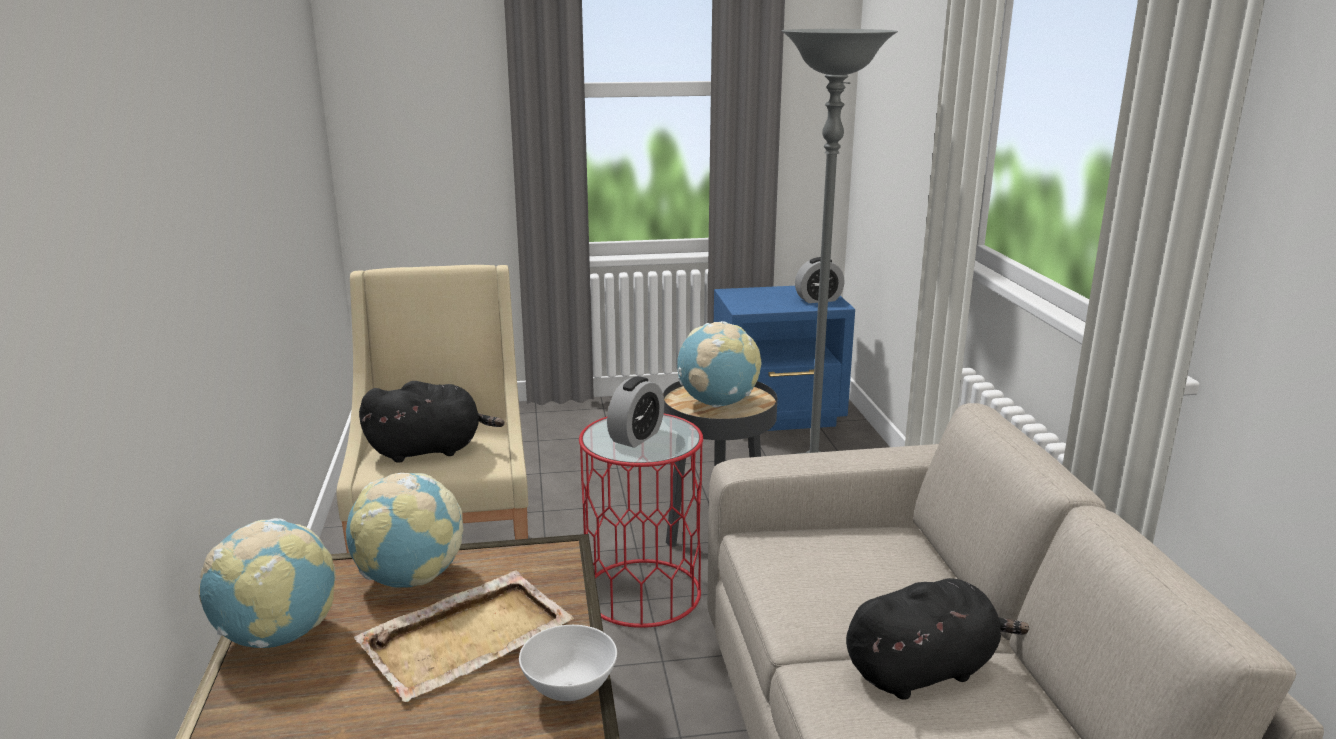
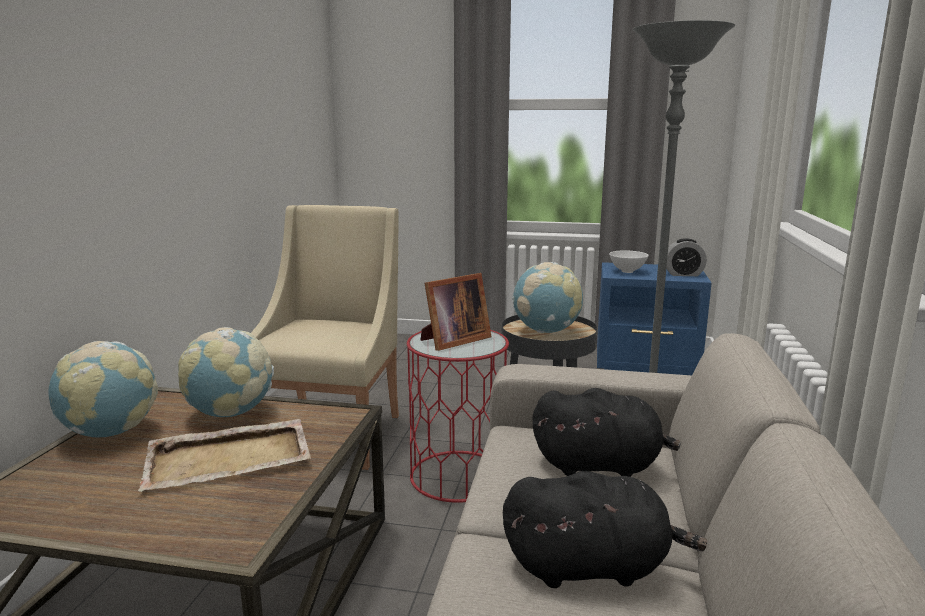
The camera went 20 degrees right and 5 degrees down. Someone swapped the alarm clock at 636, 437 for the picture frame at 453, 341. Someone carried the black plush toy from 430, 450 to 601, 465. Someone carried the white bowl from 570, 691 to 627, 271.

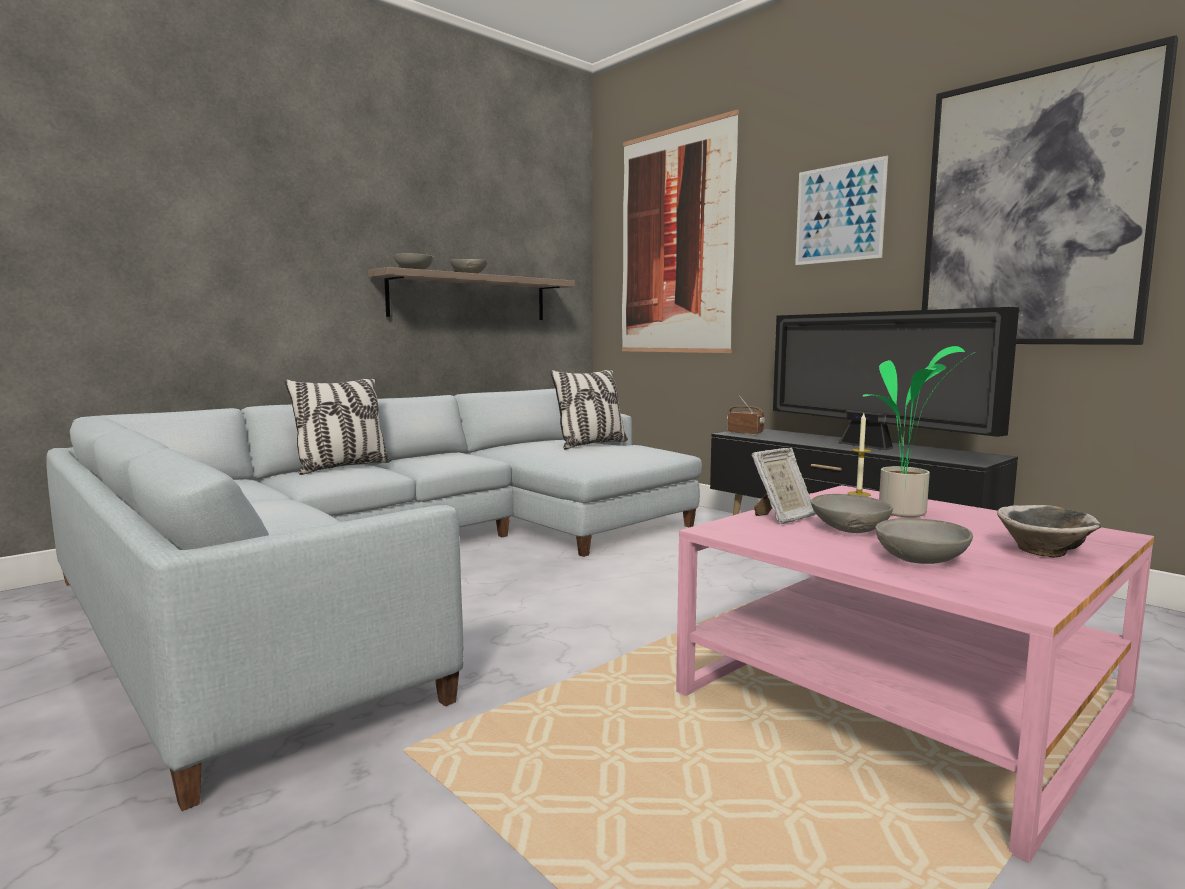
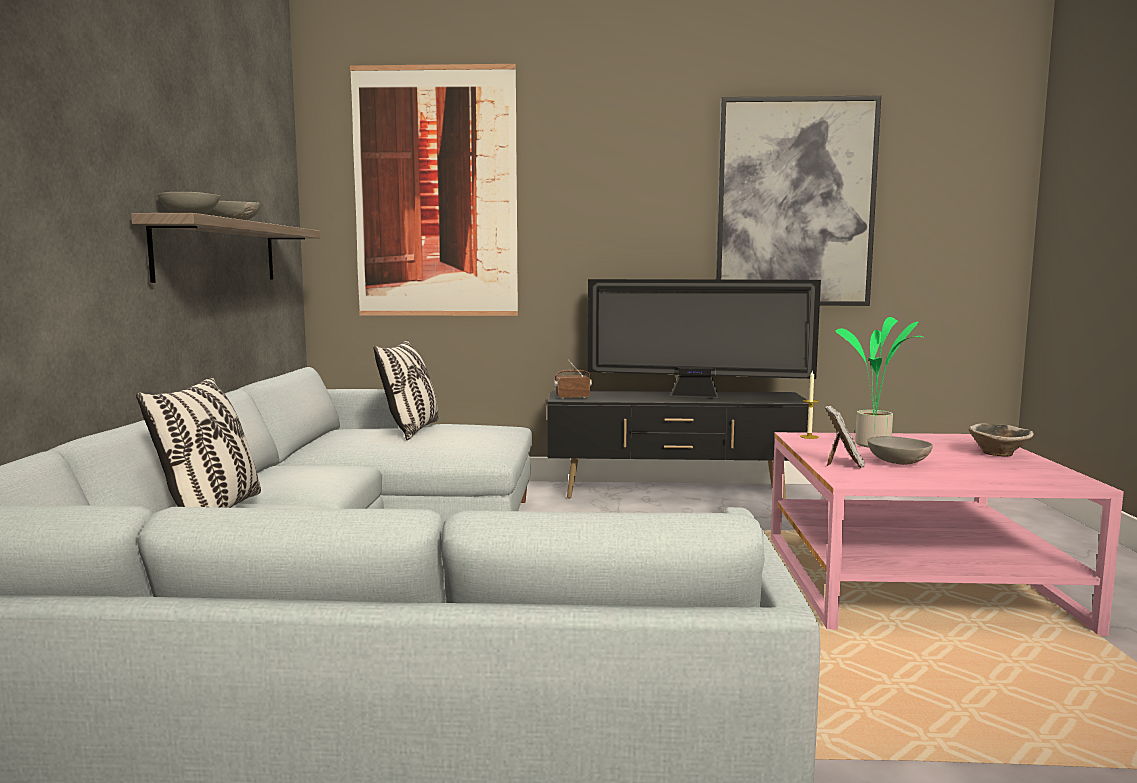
The camera went 45 degrees left and 0 degrees up. Someone took away the picture at 839, 213. Someone took away the grey bowl at 921, 561.

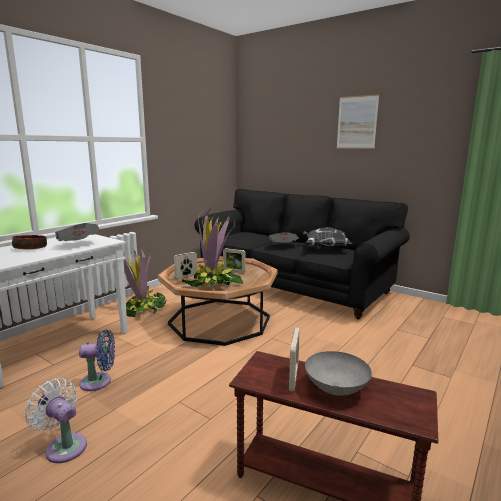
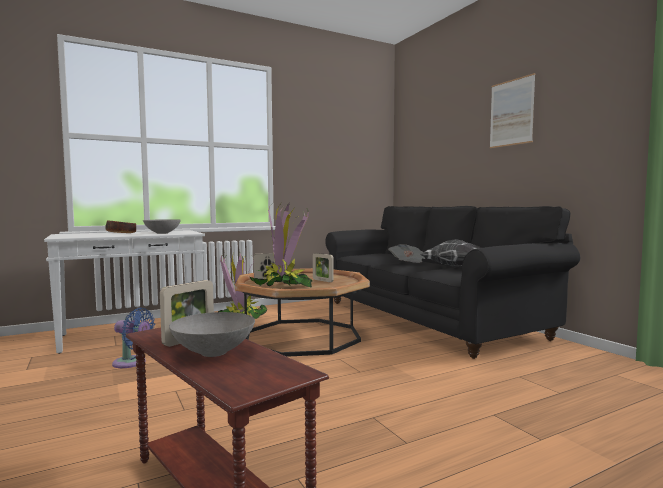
The camera went 25 degrees right and 10 degrees down. Someone swapped the newspaper at 79, 244 for the grey bowl at 162, 233. Someone took away the white fan at 64, 446.

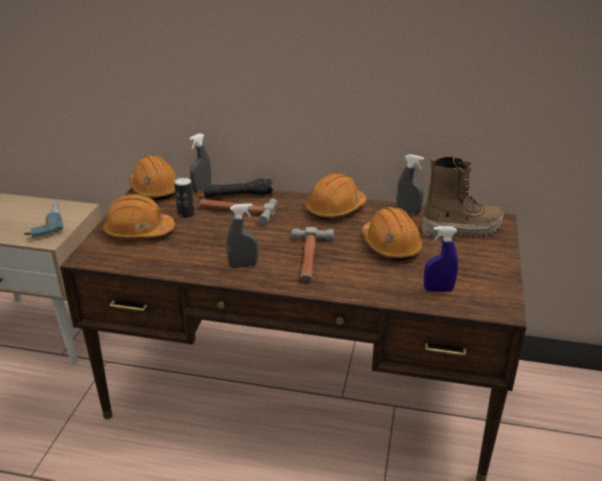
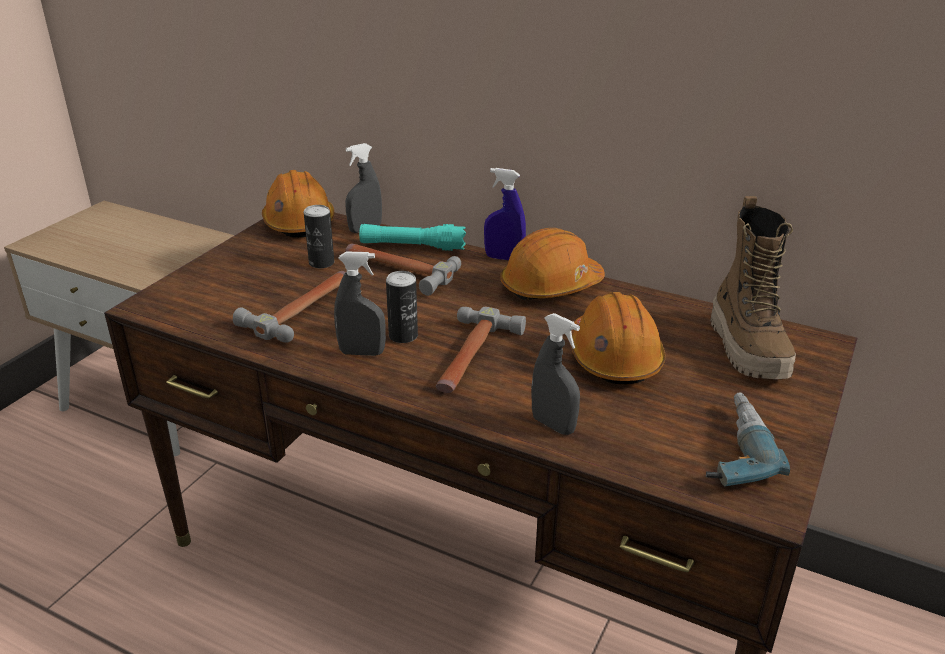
The camera went 15 degrees right and 0 degrees up. Someone carried the grey spray bottle from 408, 211 to 553, 425. Someone rotated the boot at 461, 229 by 75 degrees clockwise. Someone repainted the black flashlight at 238, 195, which became the turquoise flashlight at 412, 246. Someone took away the orange hard hat at 139, 231. Someone carried the power drill from 45, 225 to 728, 448. Someone carried the blue spray bottle from 438, 290 to 503, 258. Someone put down the hammer at 304, 309. Someone put down the can at 403, 336.

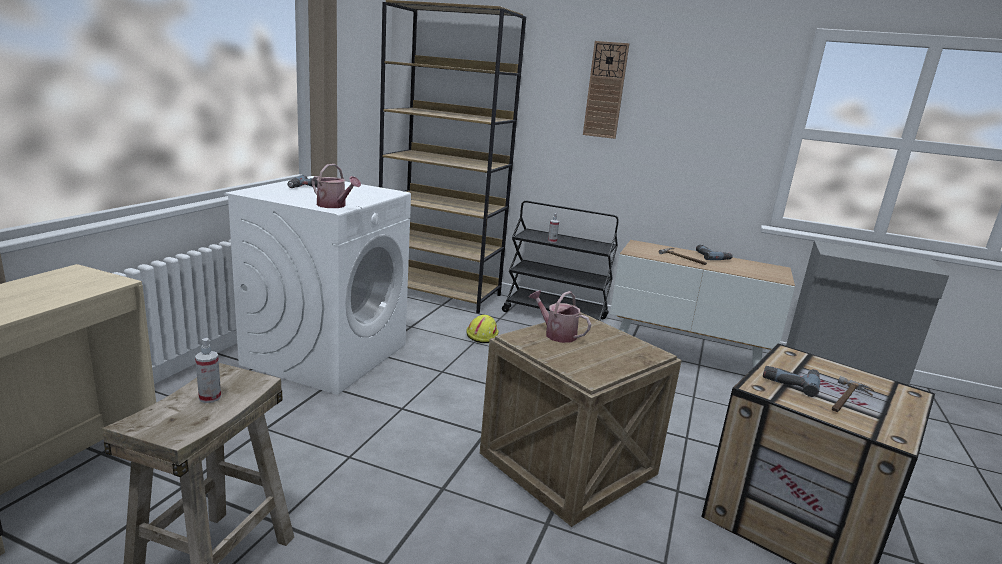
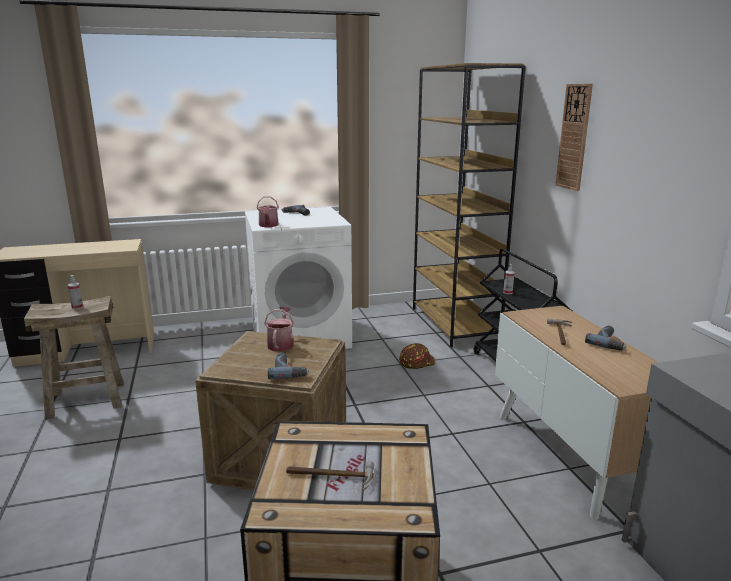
The camera went 55 degrees right and 0 degrees up. Someone repainted the yellow hard hat at 481, 335, which became the brown hard hat at 416, 362. Someone carried the power drill from 790, 381 to 289, 370.

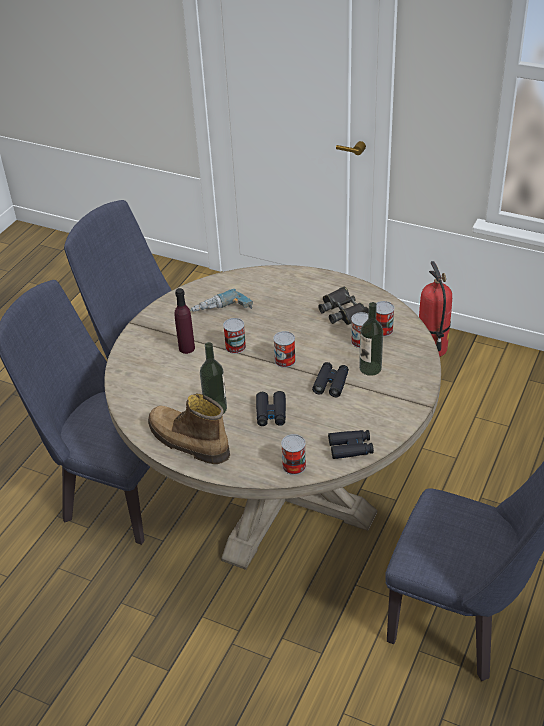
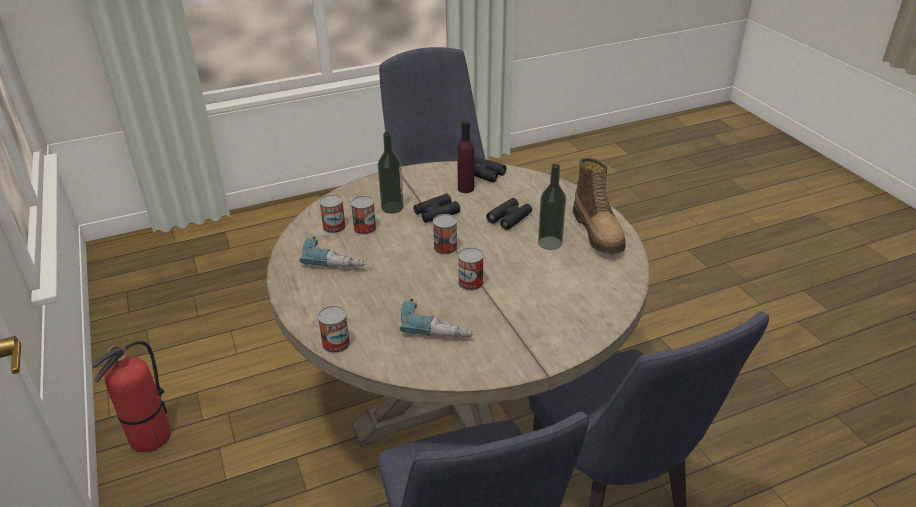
The camera went 140 degrees left and 5 degrees down. Someone swapped the black binoculars at 343, 311 for the power drill at 335, 258. Someone carried the purple bottle from 186, 348 to 466, 188. Someone carried the can from 294, 465 to 336, 343.

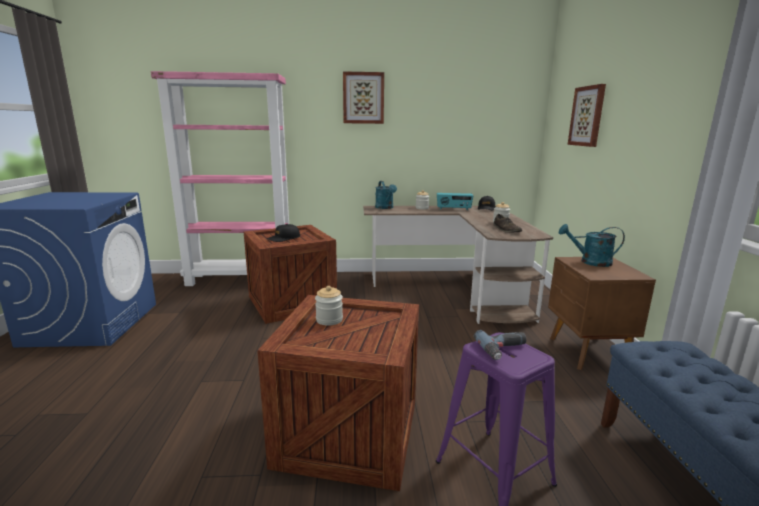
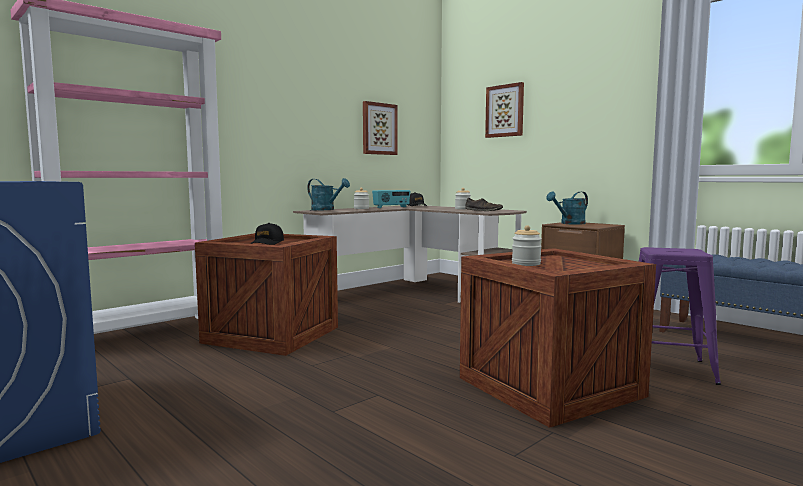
The camera went 40 degrees left and 10 degrees down. Someone carried the picture from 363, 98 to 379, 129. Someone took away the power drill at 504, 350.

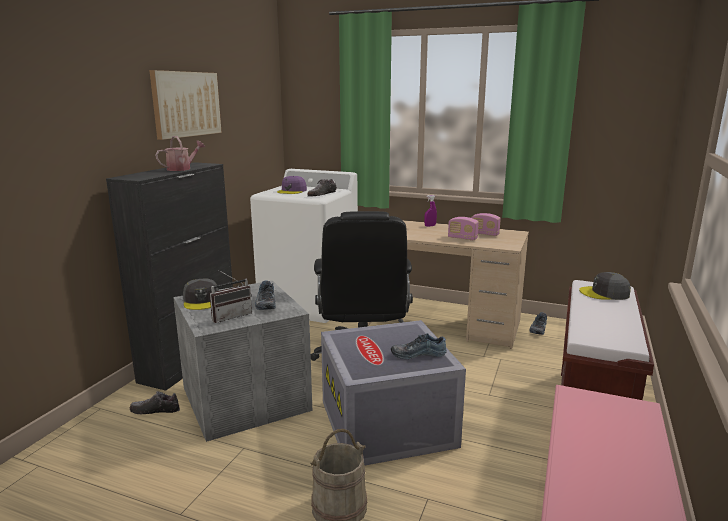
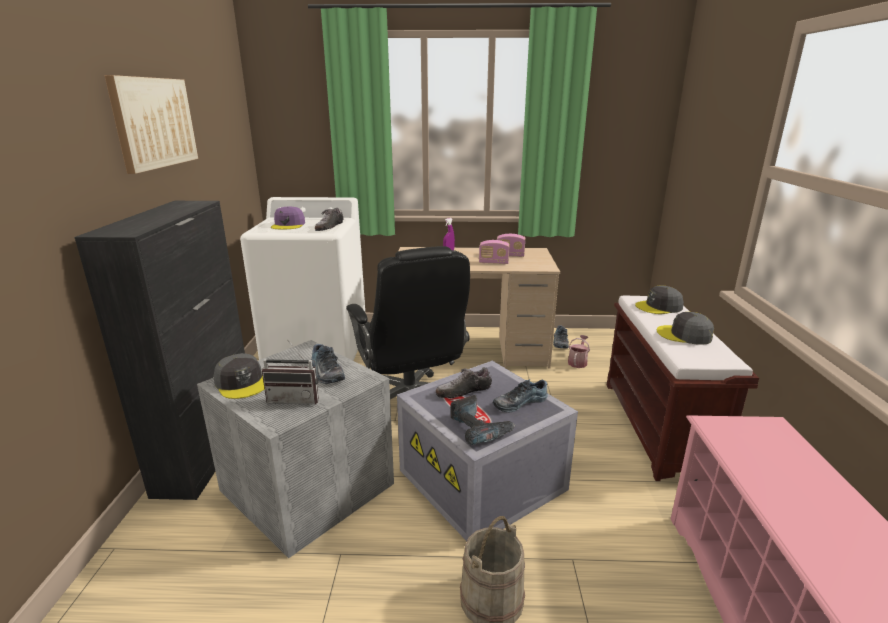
The camera went 20 degrees left and 5 degrees up. Someone carried the watering can from 182, 169 to 578, 362. Someone rotated the radio at 230, 316 by 60 degrees clockwise. Someone carried the shoe from 155, 410 to 463, 391. Someone put down the grey cap at 684, 335. Someone put down the power drill at 479, 428.

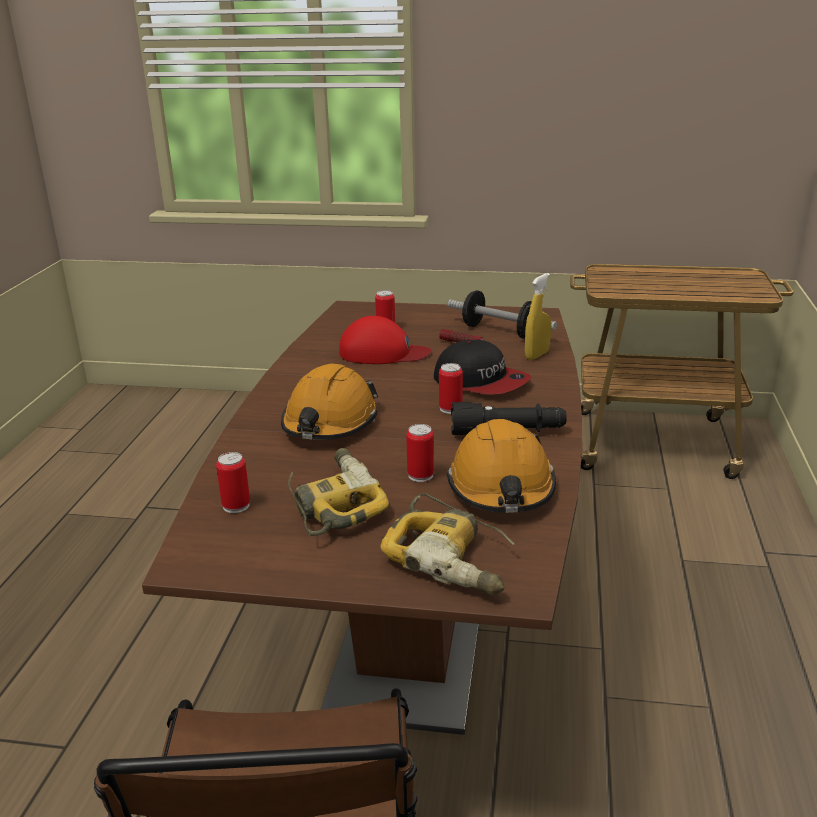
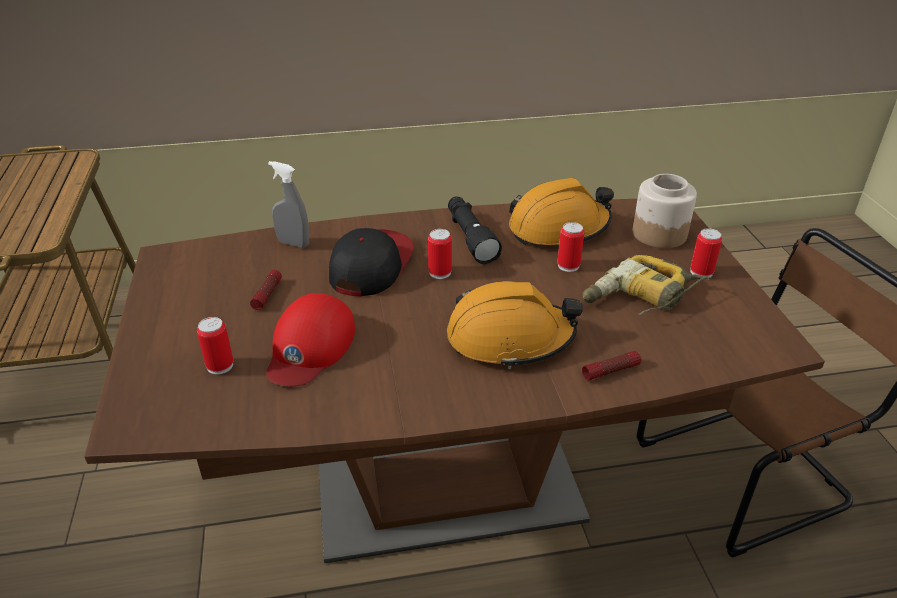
The camera went 110 degrees left and 10 degrees up. Someone repainted the yellow spray bottle at 537, 355, which became the grey spray bottle at 293, 243. Someone took away the dumbbell at 500, 331. Someone rotated the red cap at 383, 353 by 150 degrees counterclockwise. Someone carried the can from 236, 506 to 701, 272. Someone swapped the power drill at 453, 558 for the jar at 658, 234. Someone put down the flashlight at 611, 371.

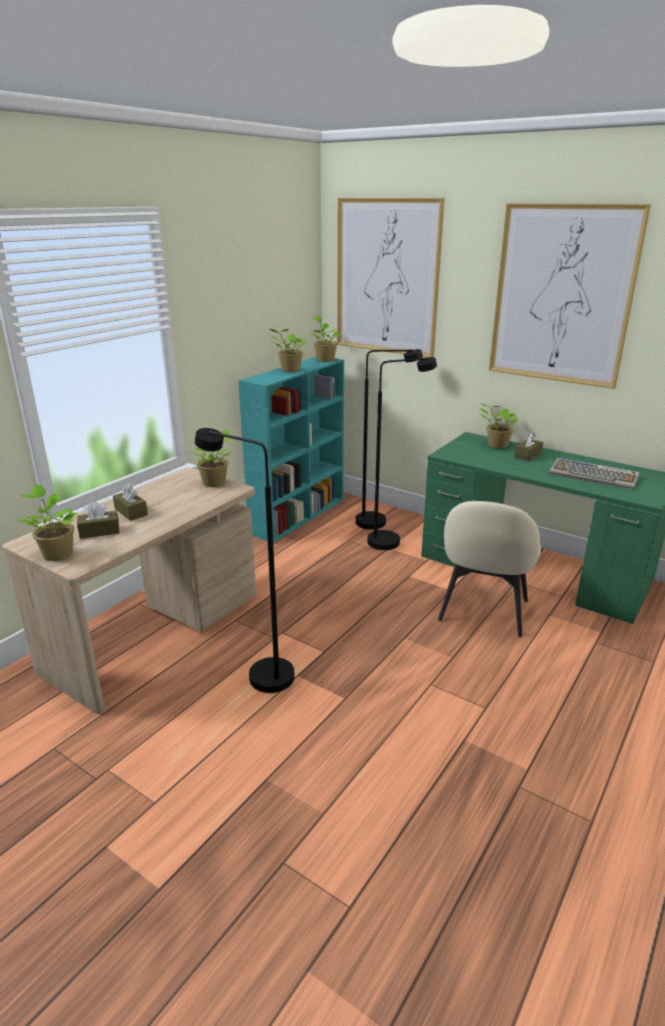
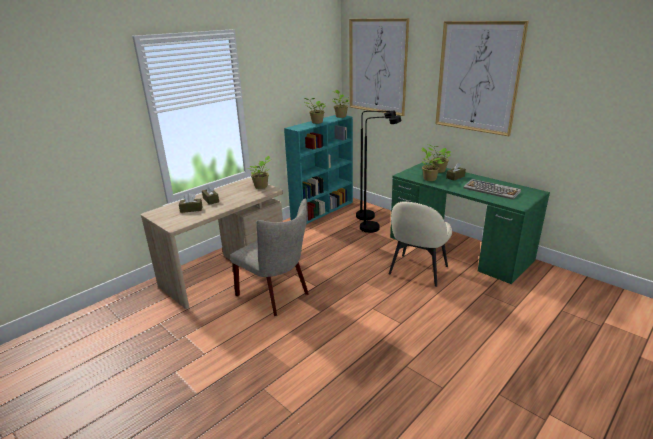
The camera went 10 degrees right and 0 degrees up. Someone swapped the black floor lamp at 260, 674 for the beige chair at 276, 295. Someone carried the potted plant from 57, 553 to 429, 178.

